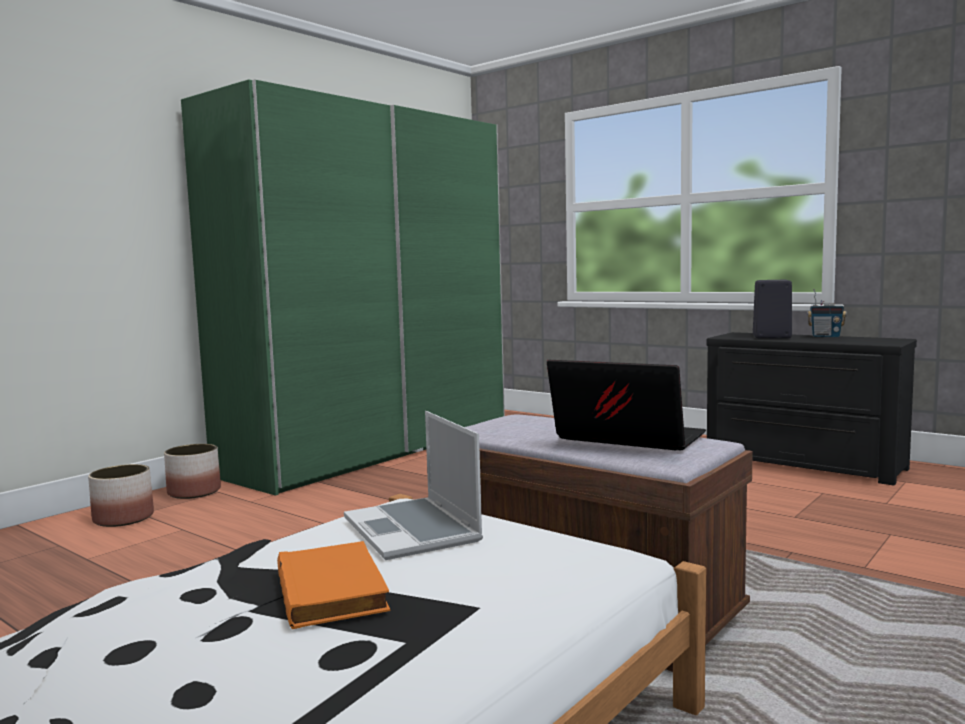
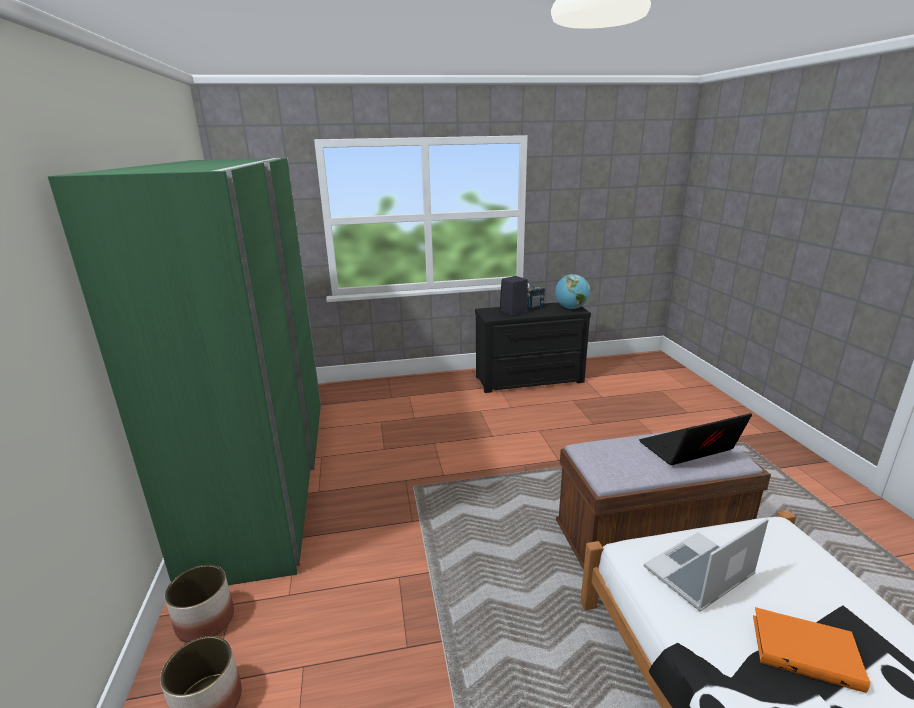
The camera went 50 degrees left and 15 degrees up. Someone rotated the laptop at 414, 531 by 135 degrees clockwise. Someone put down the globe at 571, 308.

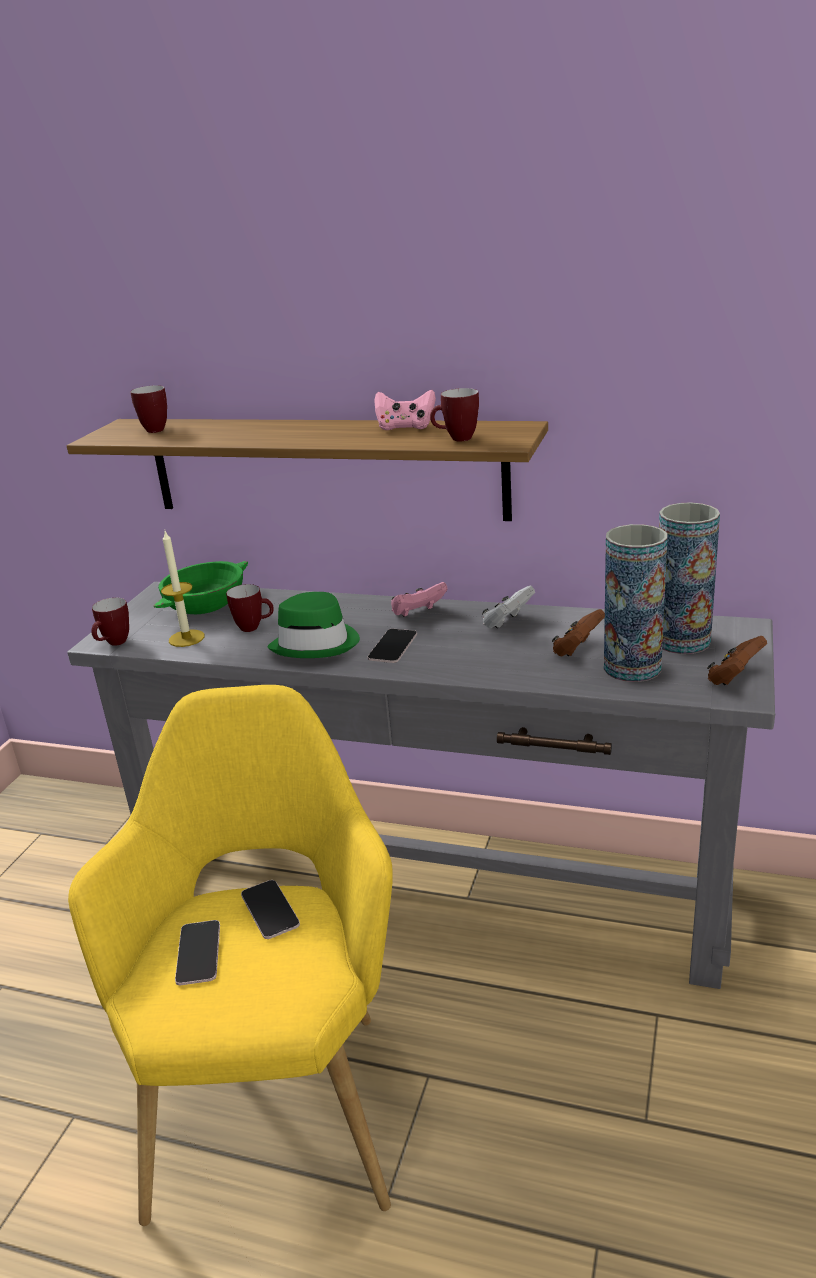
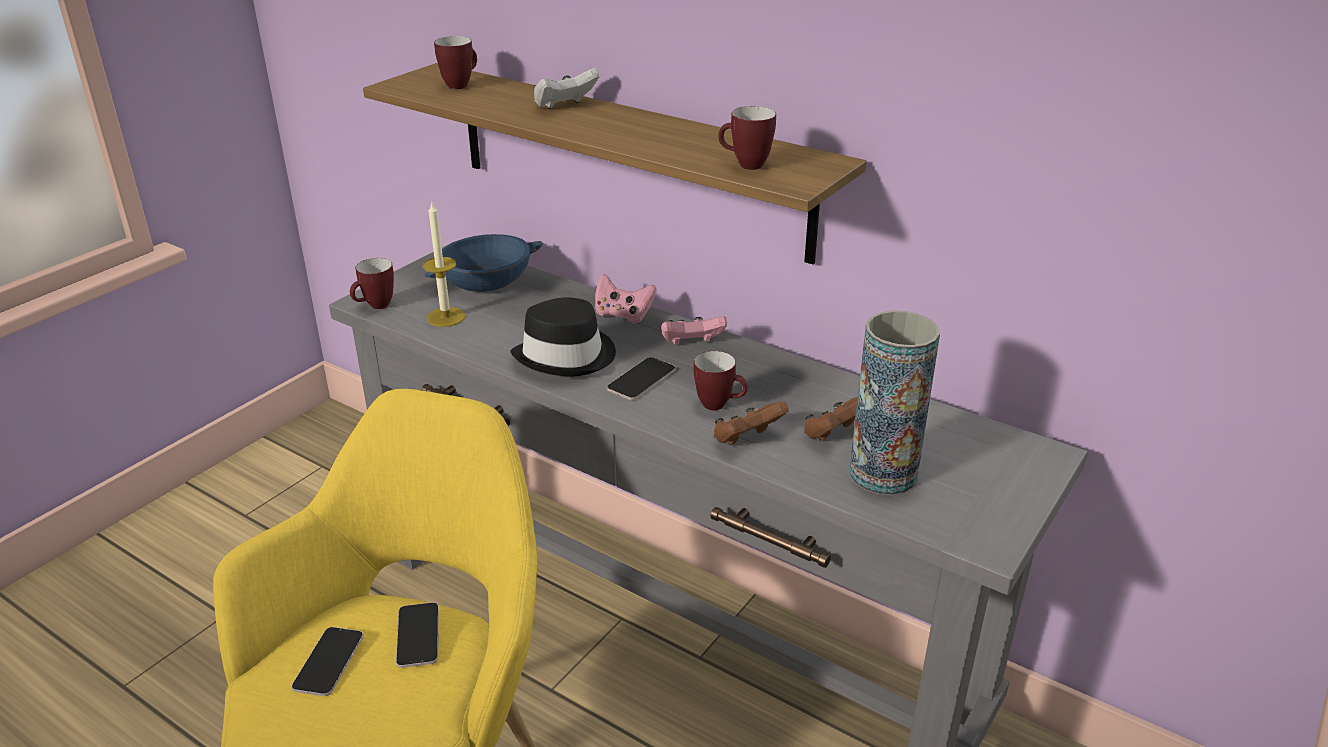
The camera went 15 degrees right and 5 degrees up. Someone carried the pink game controller from 405, 427 to 623, 315. Someone took away the vase at 682, 641. Someone repainted the green bowl at 206, 605, which became the blue bowl at 486, 282. Someone carried the mug from 254, 627 to 719, 405. Someone carried the white game controller from 507, 623 to 564, 106. Someone repainted the green hat at 316, 644, which became the black hat at 567, 356. Someone carried the brown game controller from 734, 678 to 746, 440.

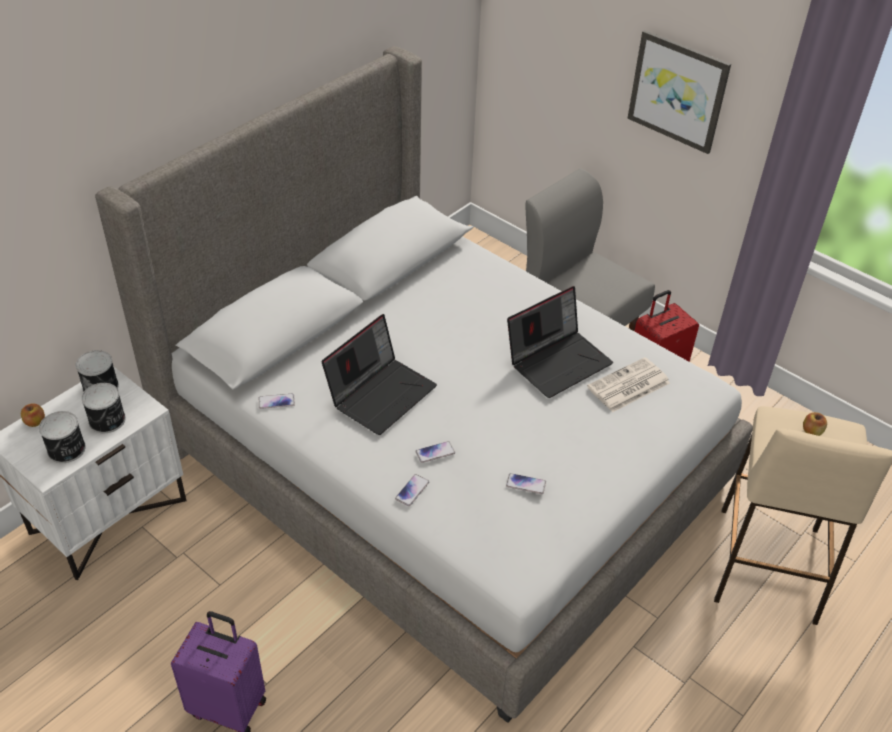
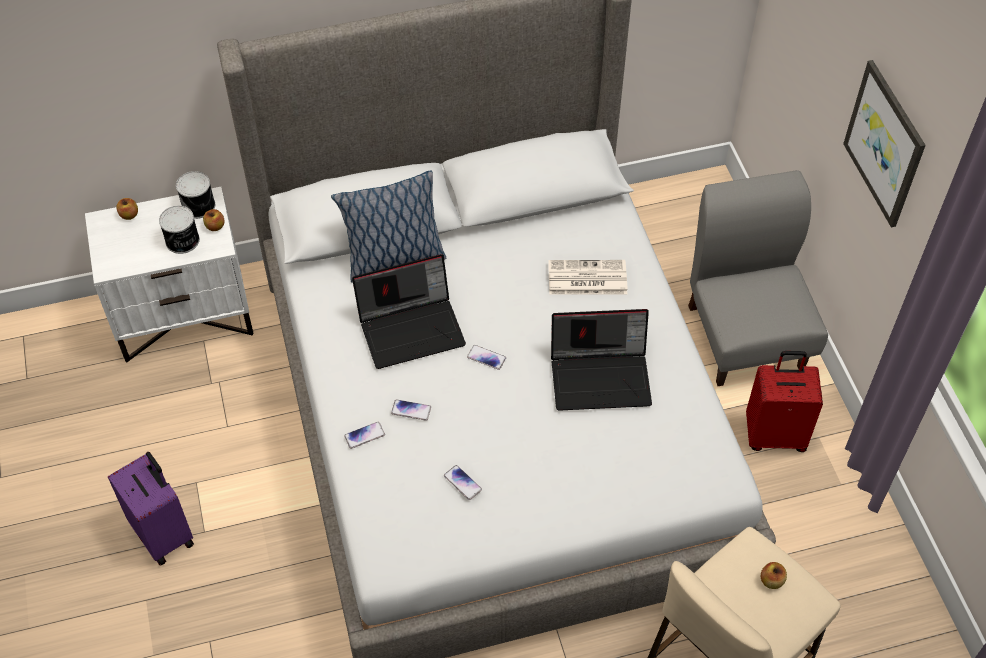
The camera went 35 degrees right and 10 degrees up. Someone carried the newspaper from 628, 386 to 586, 278. Someone carried the phone from 276, 401 to 486, 357. Someone took away the can at 67, 450. Someone put down the pillow at 393, 260. Someone put down the apple at 215, 226.

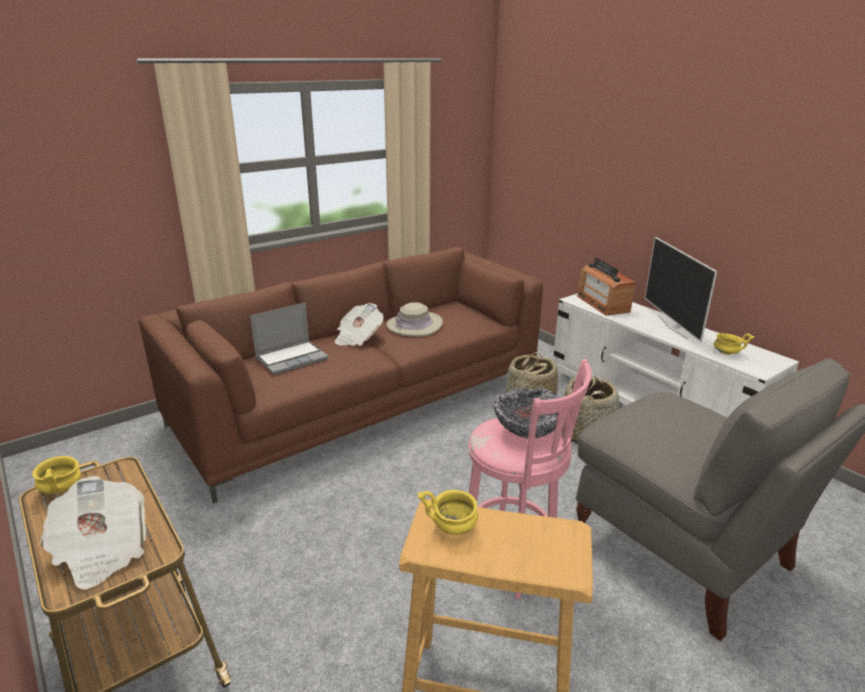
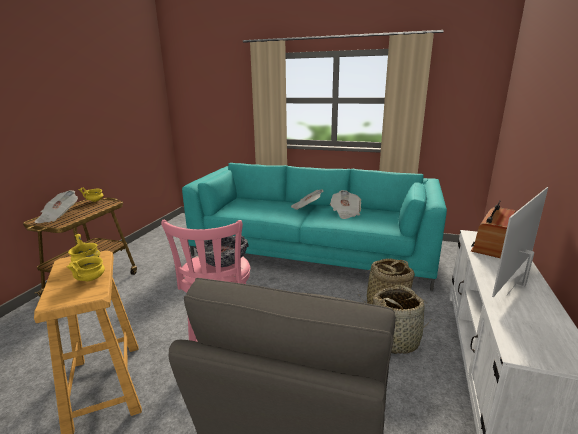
The camera went 55 degrees right and 5 degrees down. Someone repainted the brown sofa at 363, 399, which became the turquoise sofa at 312, 251. Someone took away the laptop at 292, 358. Someone swapped the beige hat at 414, 325 for the newspaper at 345, 213. Someone carried the yellow bowl from 727, 353 to 90, 279.

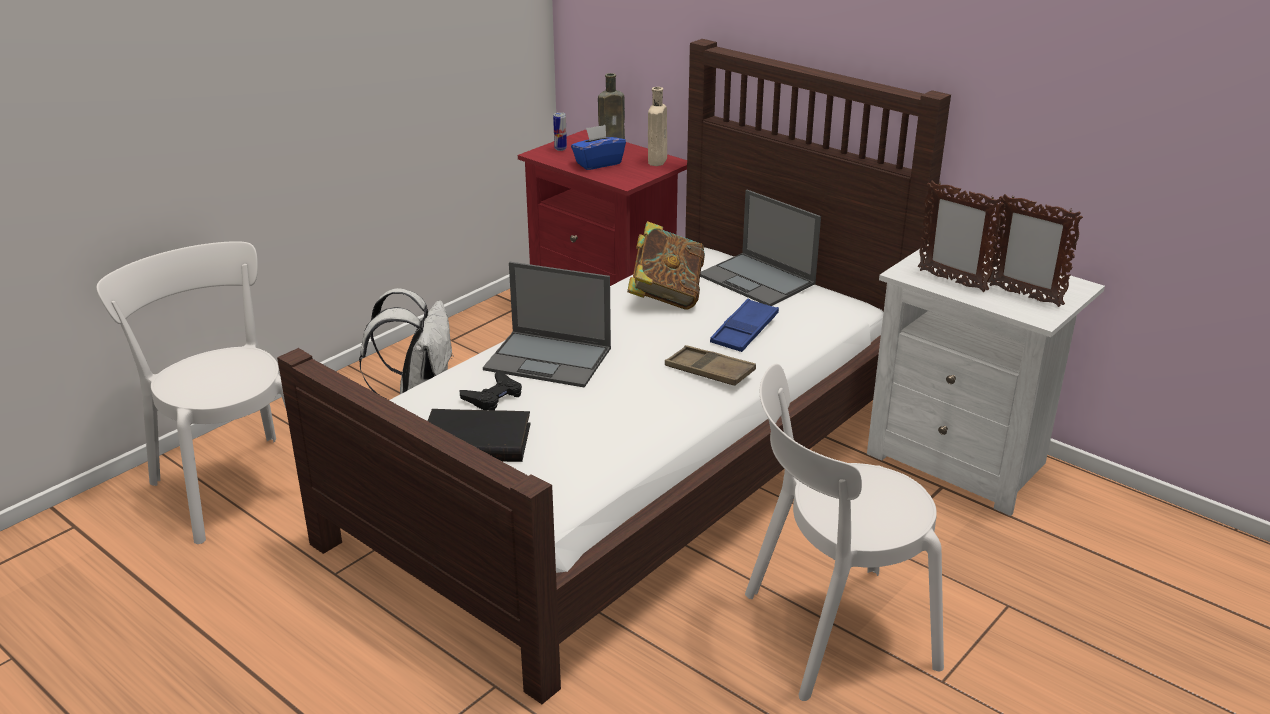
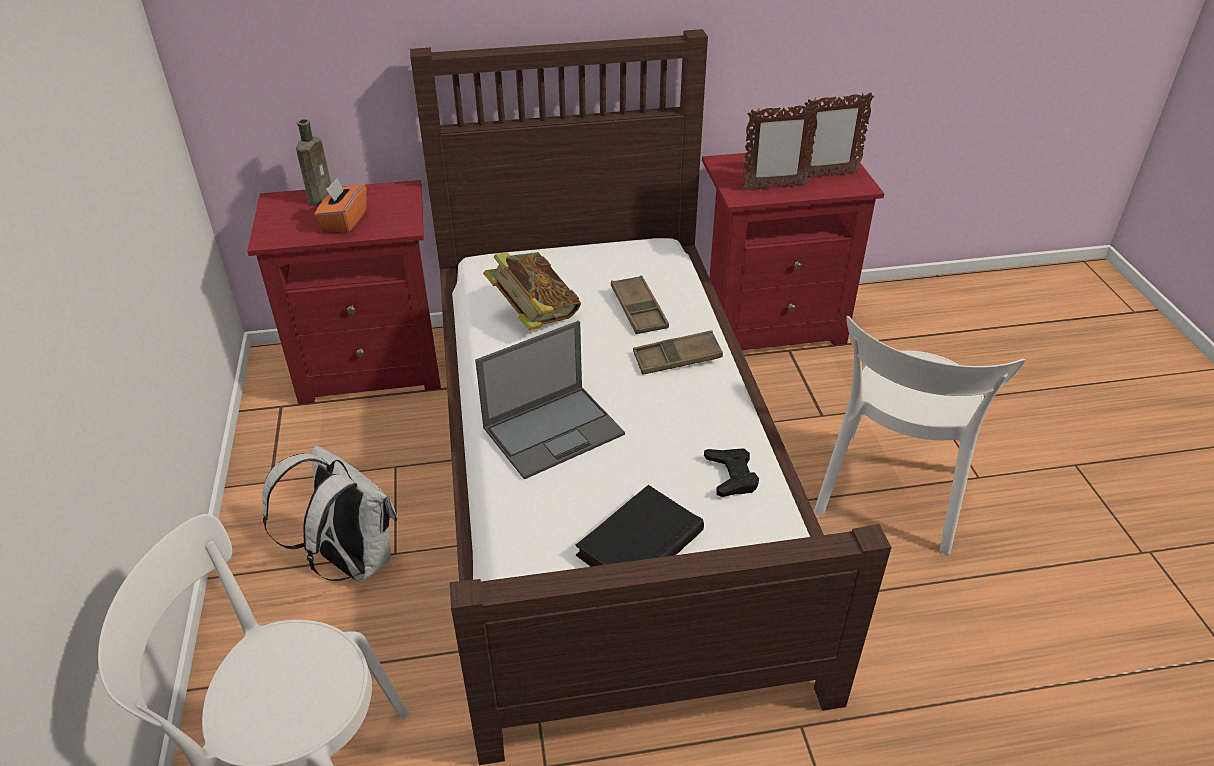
The camera went 50 degrees left and 10 degrees up. Someone took away the beige bottle at 657, 160. Someone took away the can at 560, 149. Someone repainted the blue tissue box at 598, 163, which became the orange tissue box at 344, 221. Someone took away the laptop at 758, 280. Someone repainted the white nightstand at 963, 460, which became the red nightstand at 771, 324. Someone repainted the blue tray at 744, 331, which became the brown tray at 639, 310. Someone carried the black game controller from 493, 396 to 731, 476.

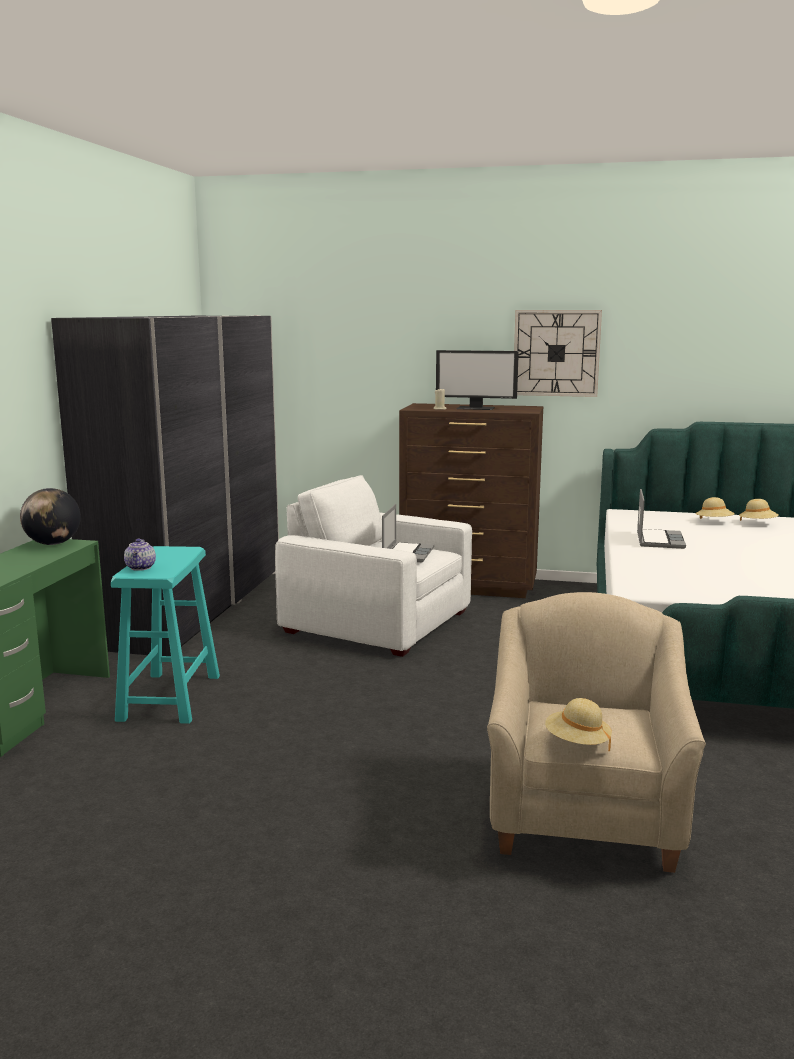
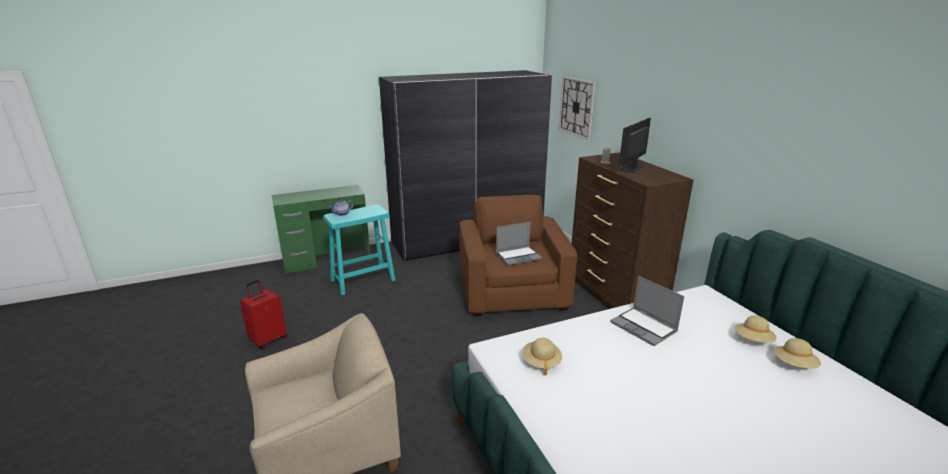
The camera went 55 degrees right and 10 degrees up. Someone carried the wall clock from 556, 353 to 577, 107. Someone rotated the monitor at 476, 408 by 60 degrees clockwise. Someone repainted the white armchair at 378, 622, which became the brown armchair at 512, 290. Someone took away the globe at 53, 544. Someone rotated the laptop at 658, 540 by 75 degrees clockwise. Someone carried the beige hat from 577, 742 to 541, 362. Someone put down the red suitcase at 268, 339.

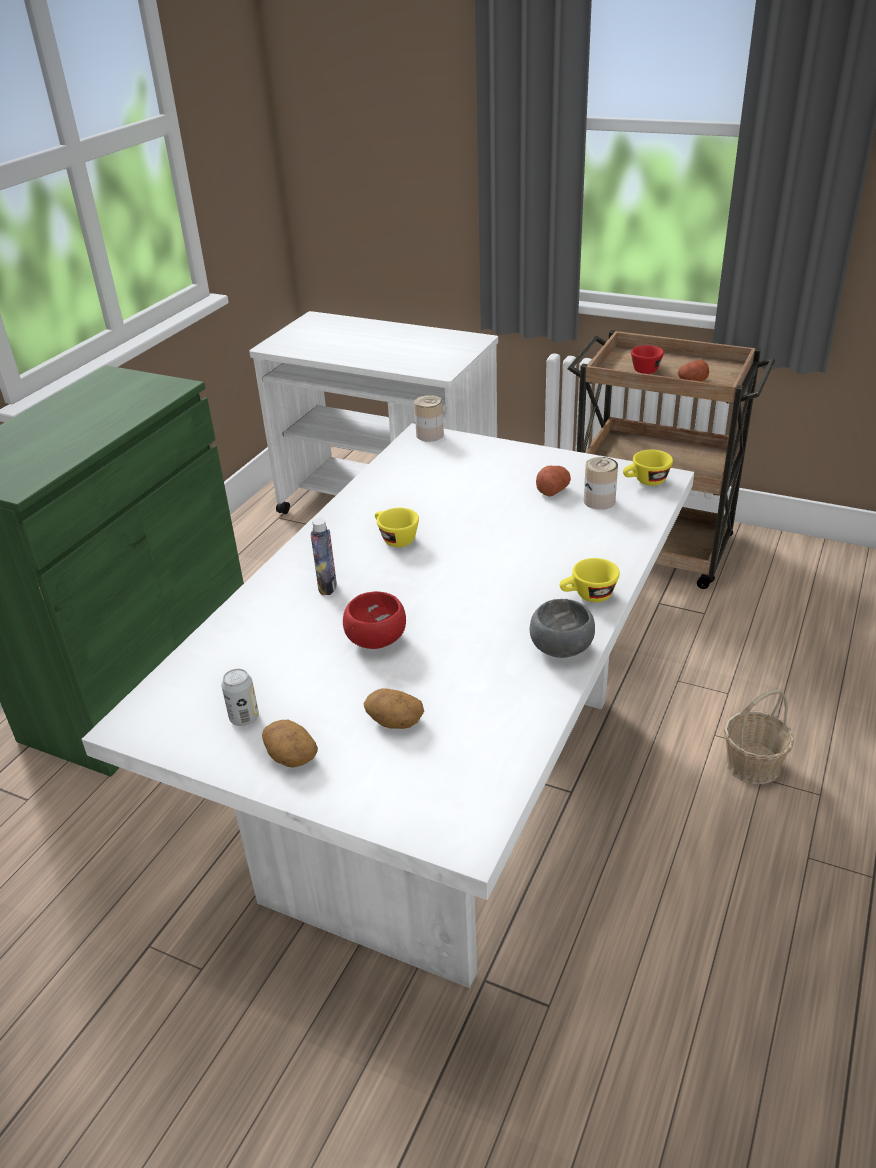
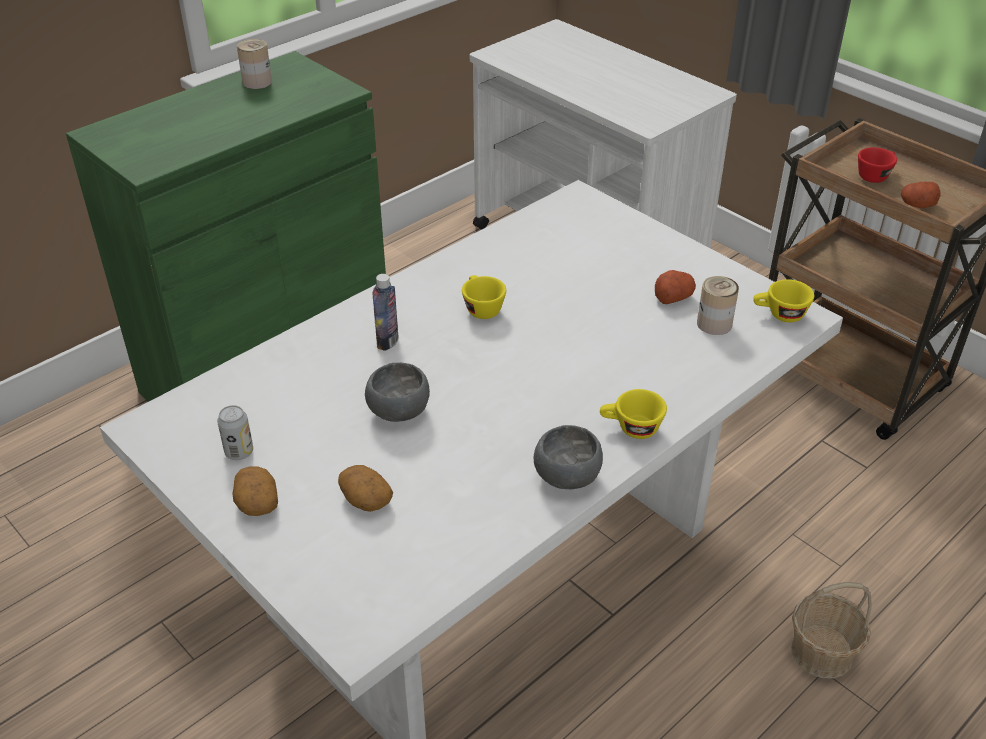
The camera went 20 degrees right and 5 degrees up. Someone carried the can from 430, 435 to 257, 82. Someone repainted the red bowl at 378, 640, which became the grey bowl at 400, 412.

